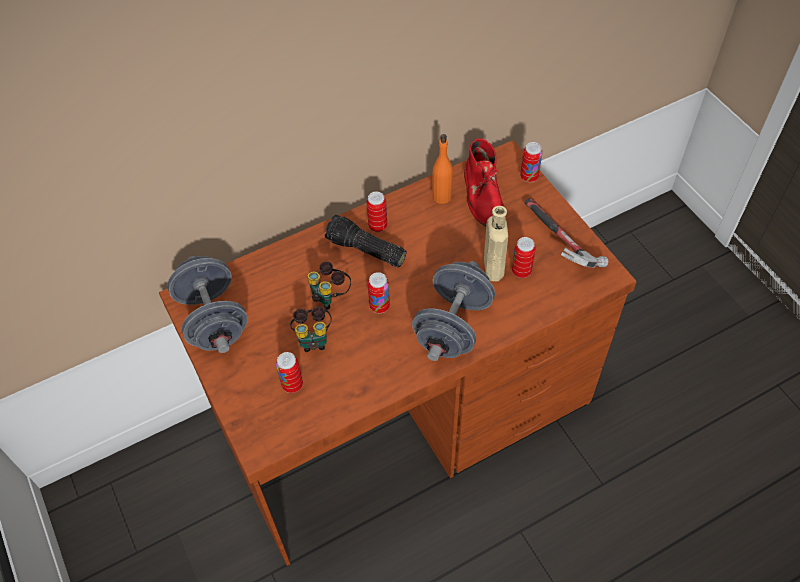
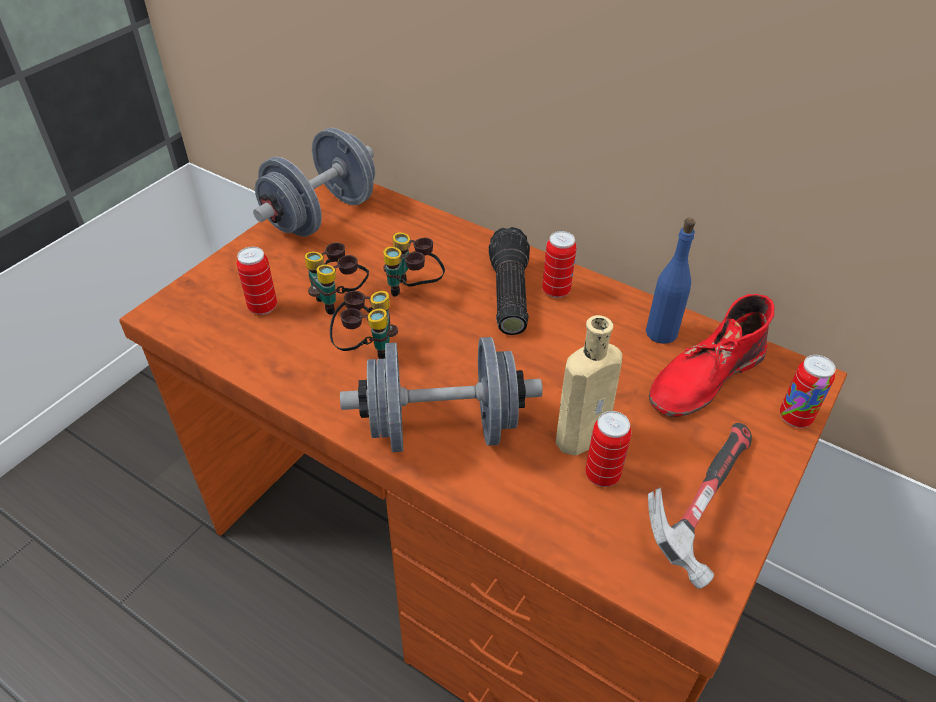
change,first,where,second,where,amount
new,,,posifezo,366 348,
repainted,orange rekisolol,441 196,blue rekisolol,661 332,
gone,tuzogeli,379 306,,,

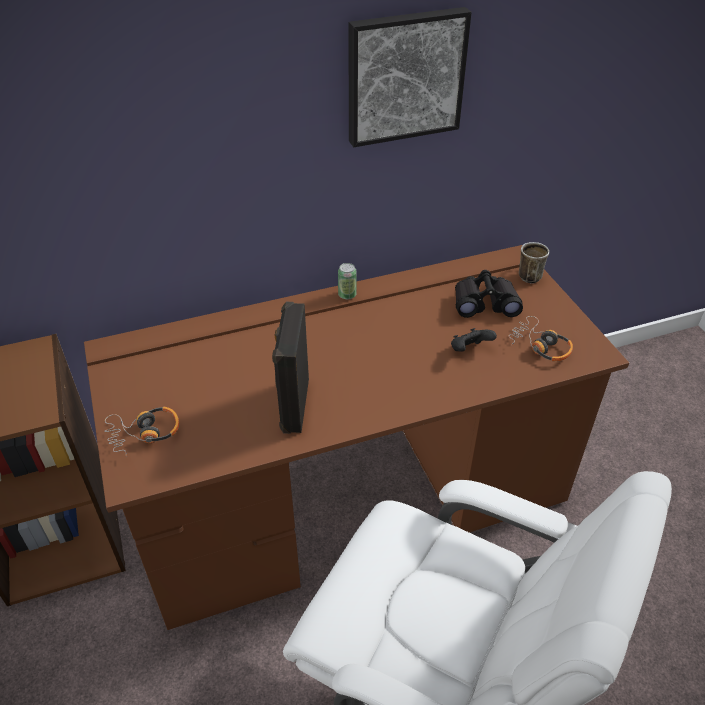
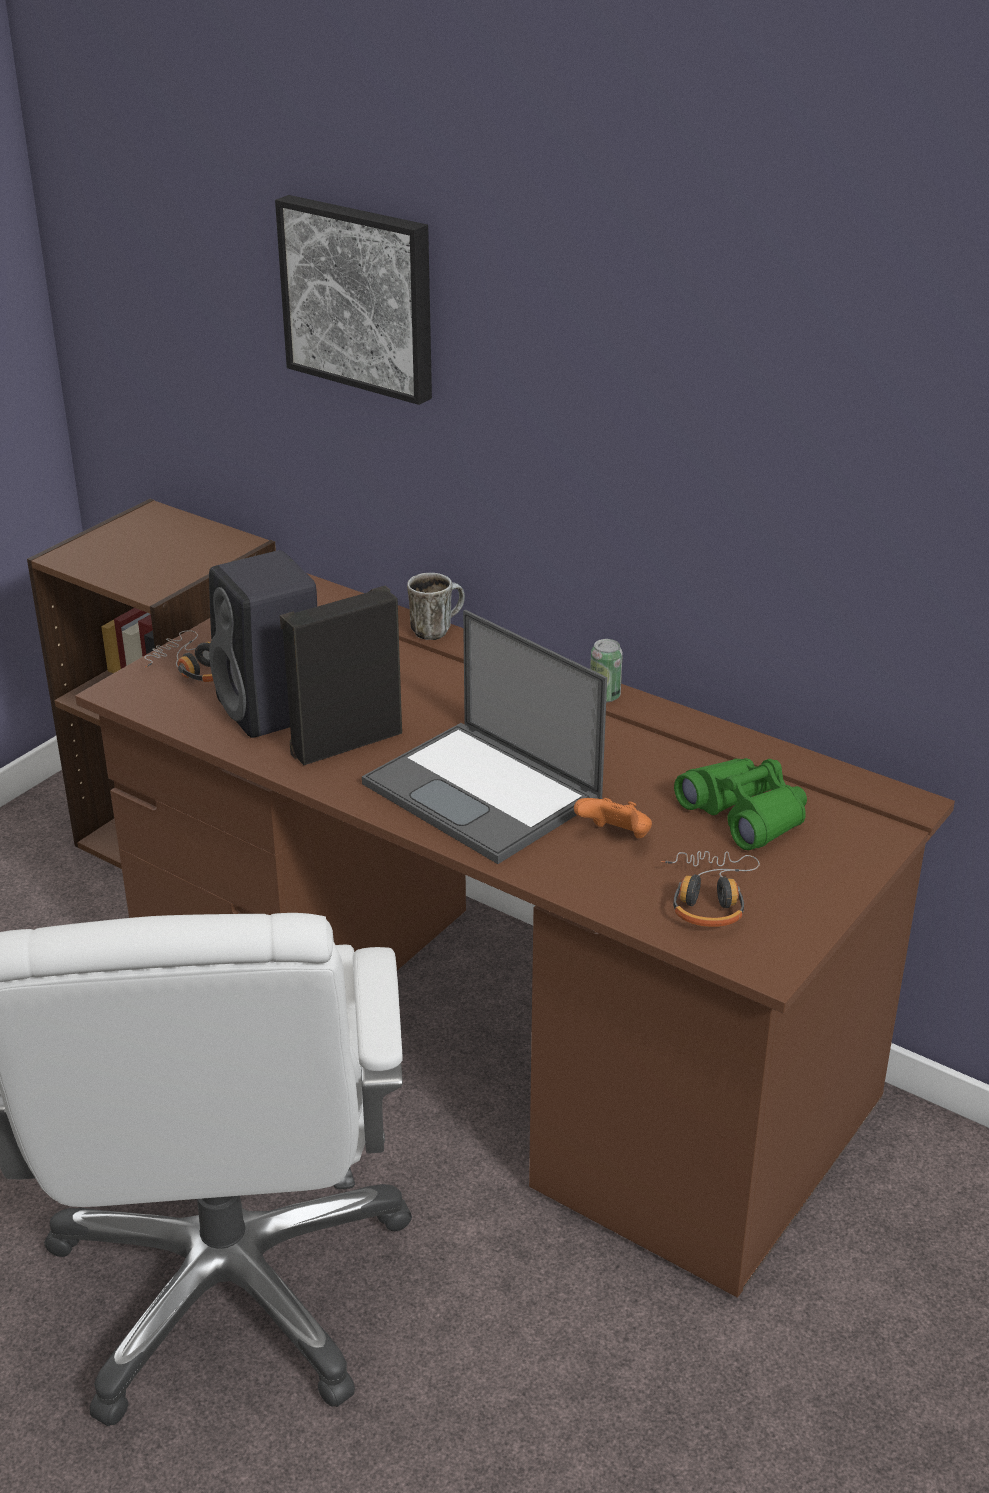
change,first,where,second,where,amount
new,,,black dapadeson,273 710,
shifted,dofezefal,404 76,,360 296,
new,,,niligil,485 792,
shifted,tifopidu,528 274,,436 630,
repainted,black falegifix,469 350,orange falegifix,615 837,
repainted,black posifezo,485 303,green posifezo,745 814,

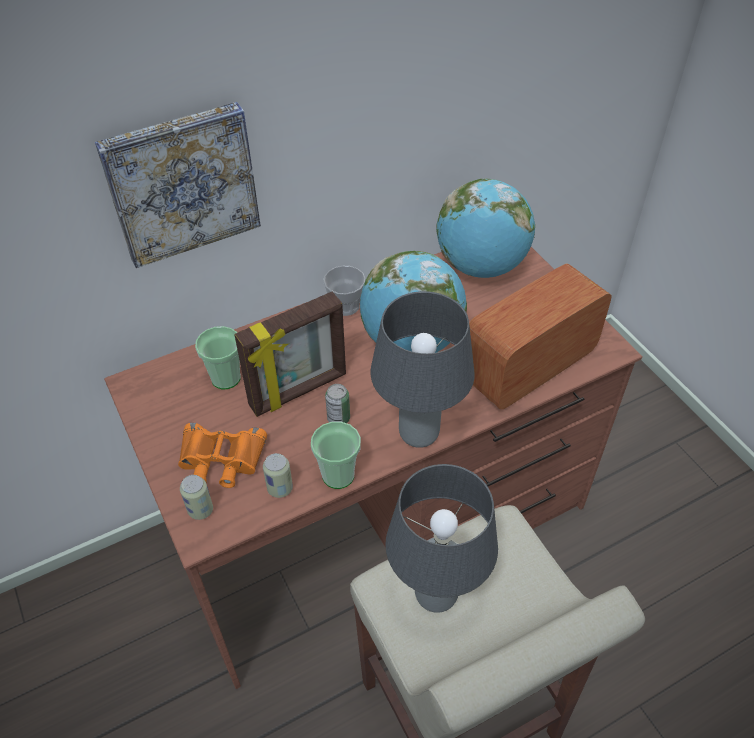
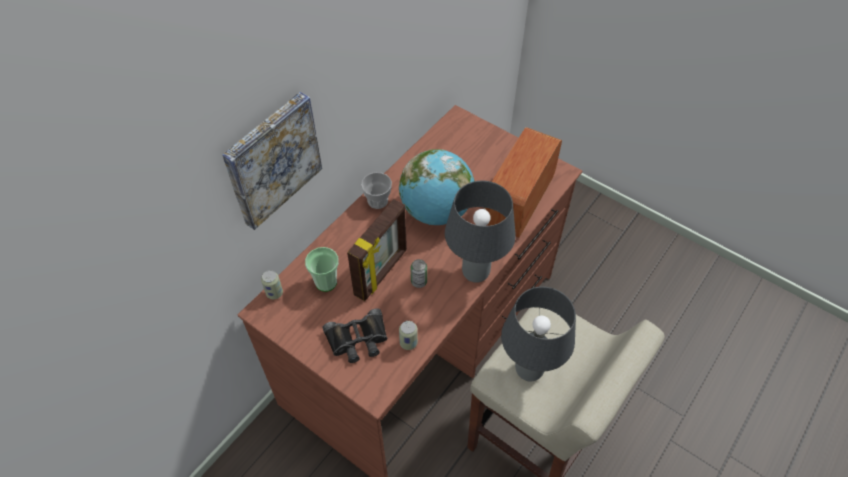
change,first,where,second,where,amount
shifted,tuzogeli,200 510,,274 293,
repainted,orange posifezo,221 460,black posifezo,358 339,
gone,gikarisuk,338 475,,,
gone,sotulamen,481 266,,,

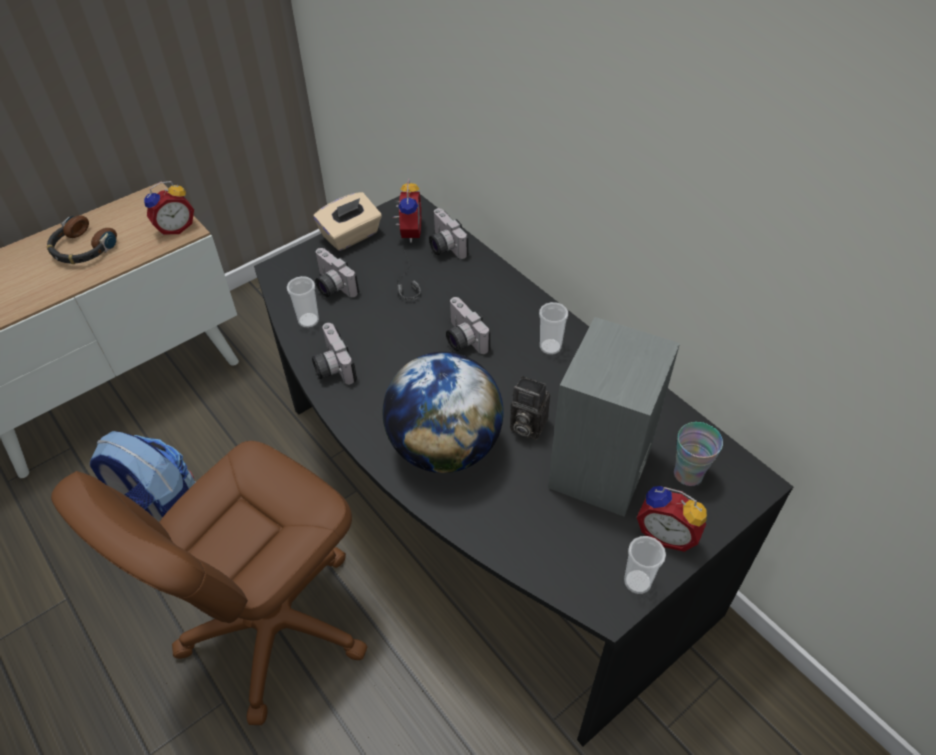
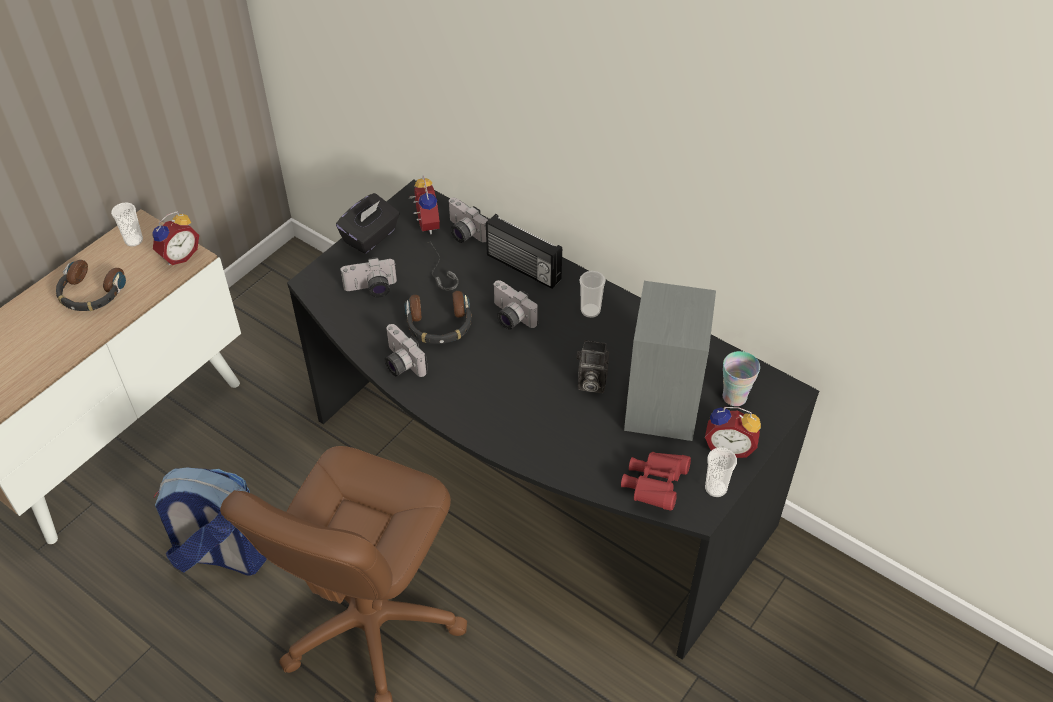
change,first,where,second,where,amount
shifted,gikarisuk,308 320,,134 240,
repainted,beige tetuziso,351 236,black tetuziso,370 237,
rotated,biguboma,331 286,,371 289,45 degrees counterclockwise
new,,,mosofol,439 325,
new,,,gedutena,522 268,
new,,,red posifezo,654 486,
gone,sotulamen,445 447,,,

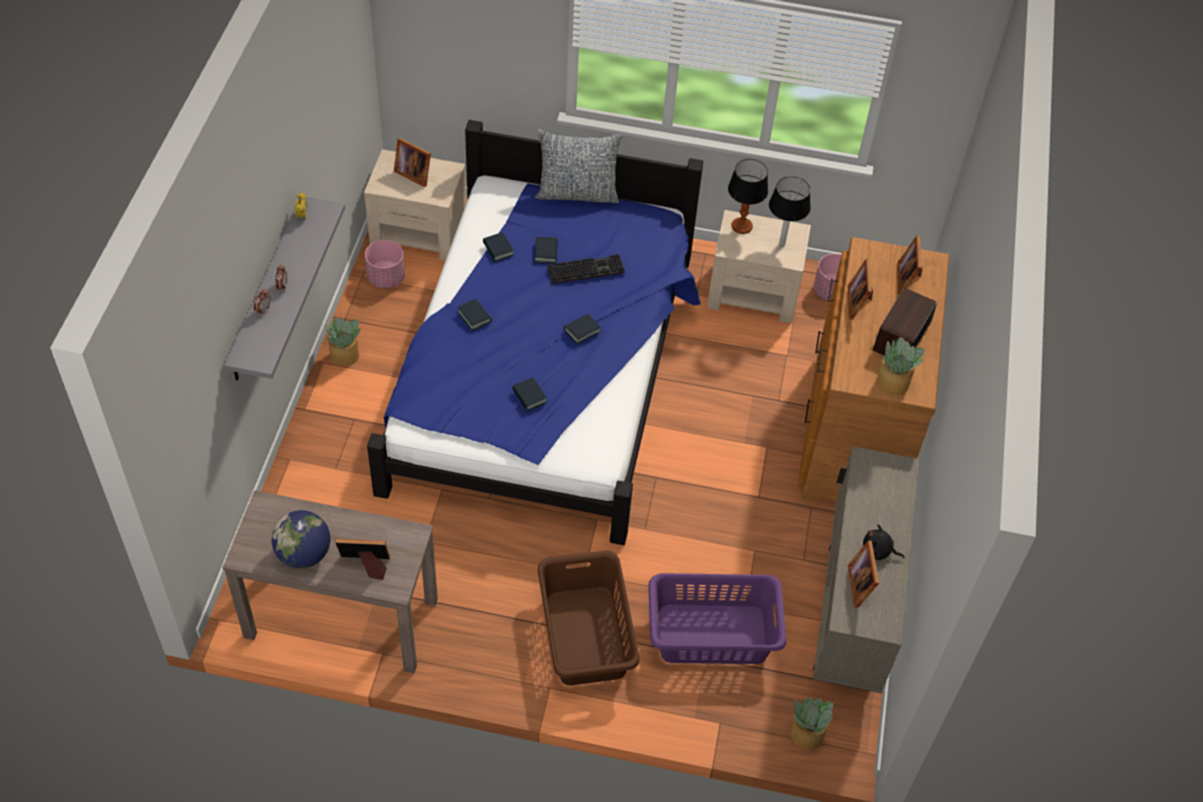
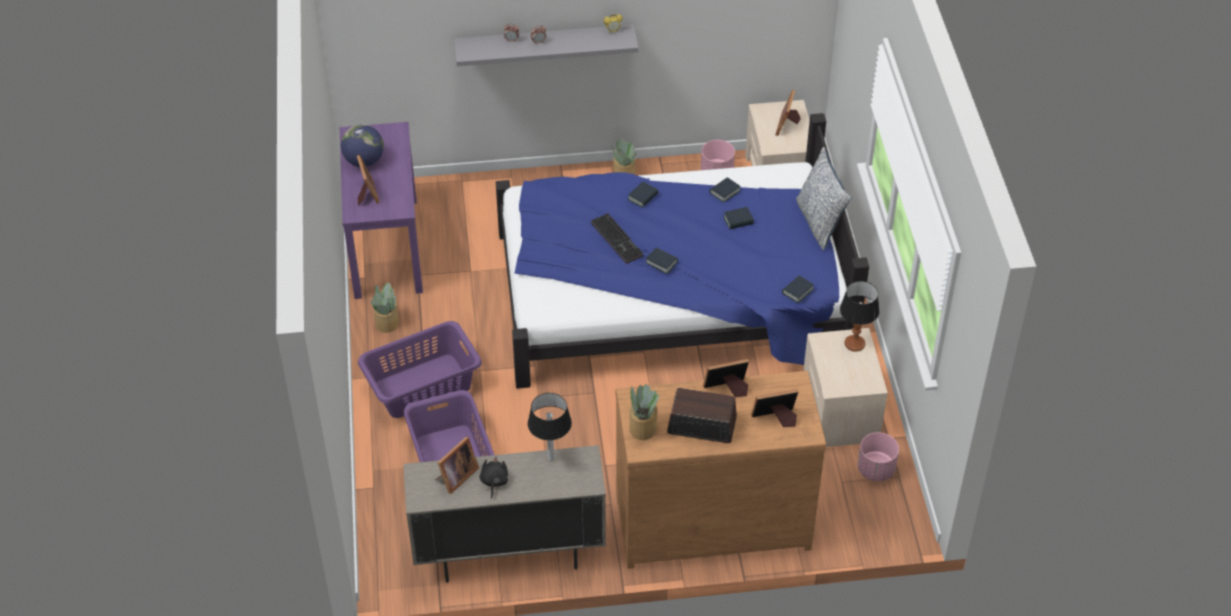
change,first,where,second,where,amount
repainted,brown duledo,340 618,purple duledo,385 246,
repainted,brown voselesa,585 636,purple voselesa,421 386,
shifted,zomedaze,806 734,,387 322,
rotated,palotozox,862 584,,455 477,150 degrees clockwise
shifted,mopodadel,781 244,,550 458,
shifted,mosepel,586 269,,618 239,
shifted,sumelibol,529 396,,797 291,

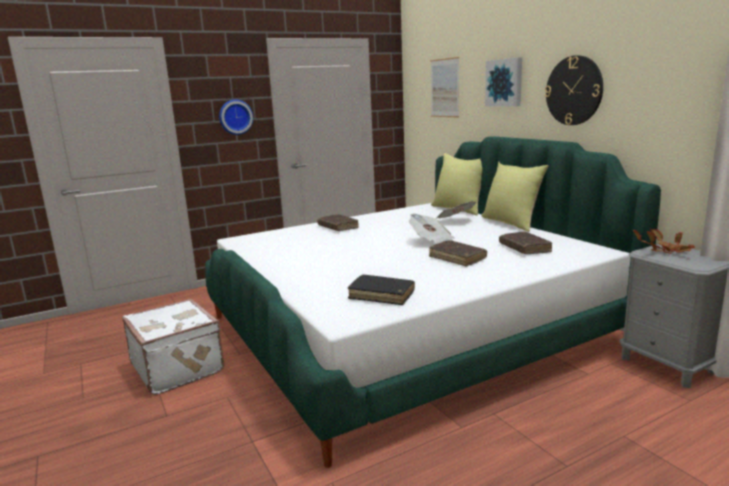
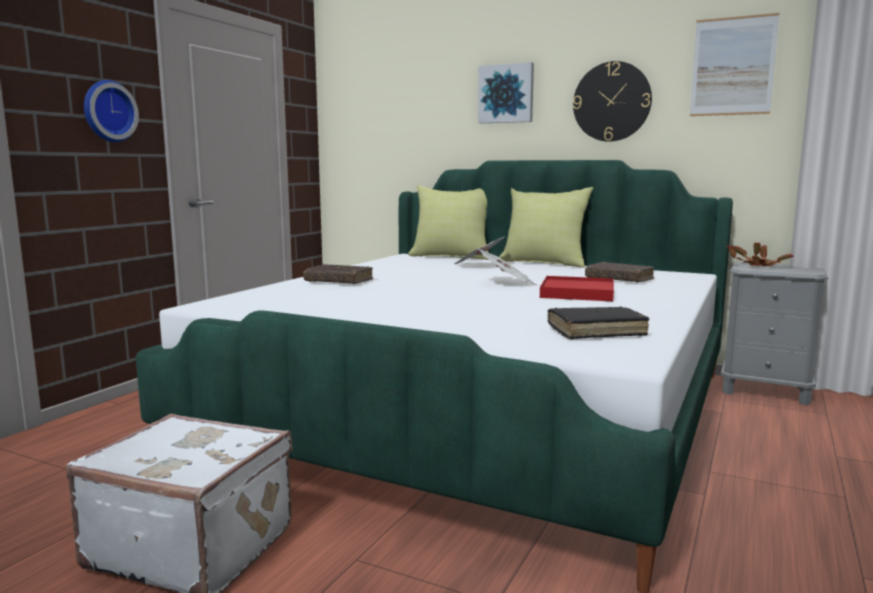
change,first,where,second,where,amount
swapped,brown sumelibol,457 258,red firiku,577 293,
shifted,dofezefal,444 88,,733 66,

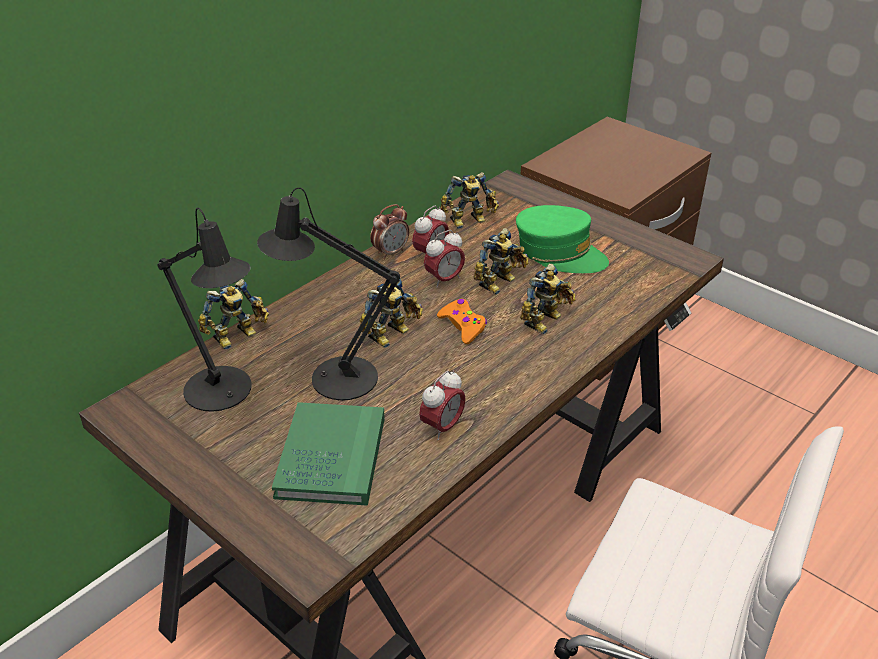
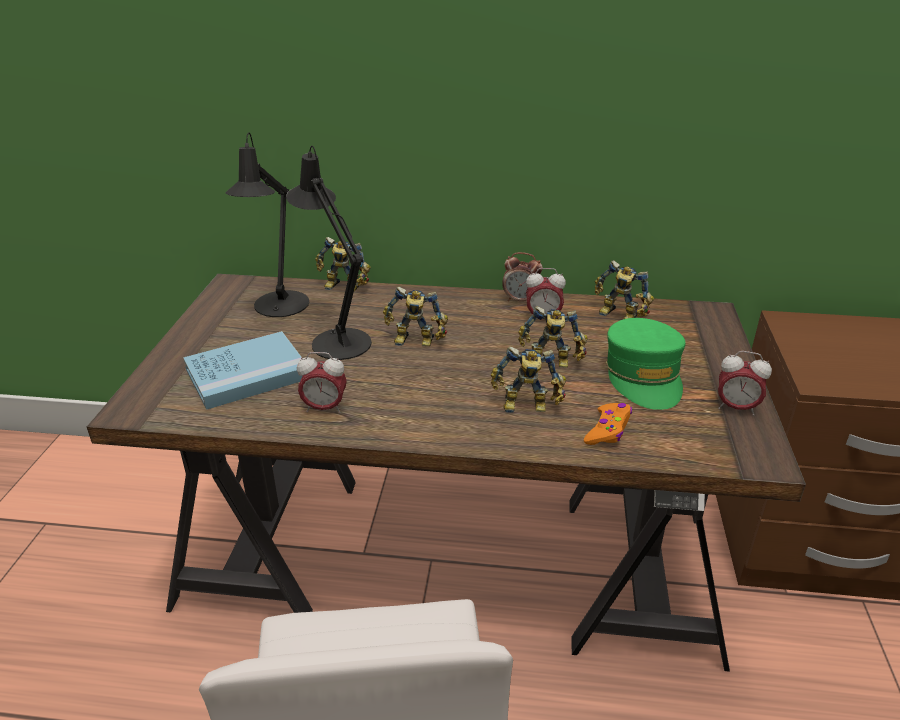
change,first,where,second,where,amount
repainted,green sumelibol,331 457,blue sumelibol,247 374,
shifted,orange falegifix,463 326,,608 430,
shifted,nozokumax,444 280,,736 408,

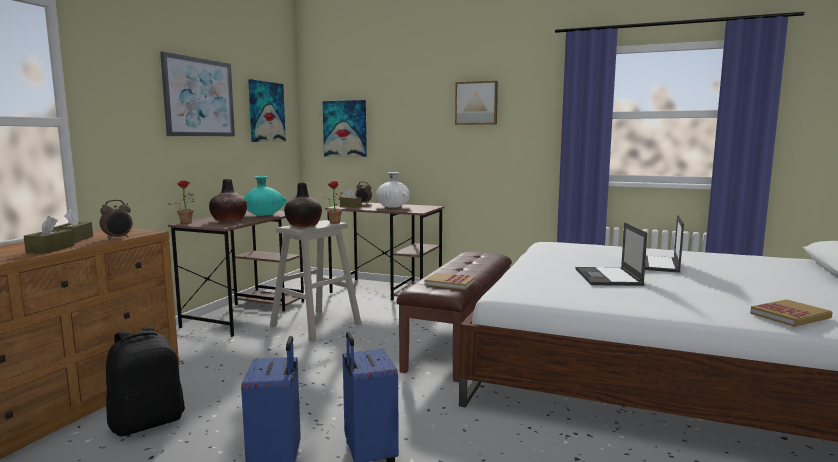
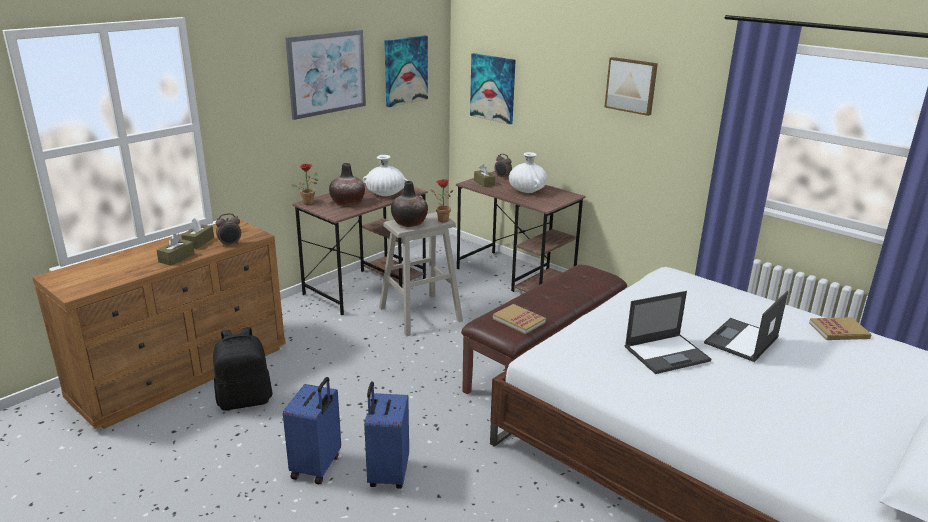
change,first,where,second,where,amount
repainted,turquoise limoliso,264 215,white limoliso,385 194,
rotated,niligil,608 277,,667 353,135 degrees counterclockwise
shifted,sumelibol,790 316,,838 331,

